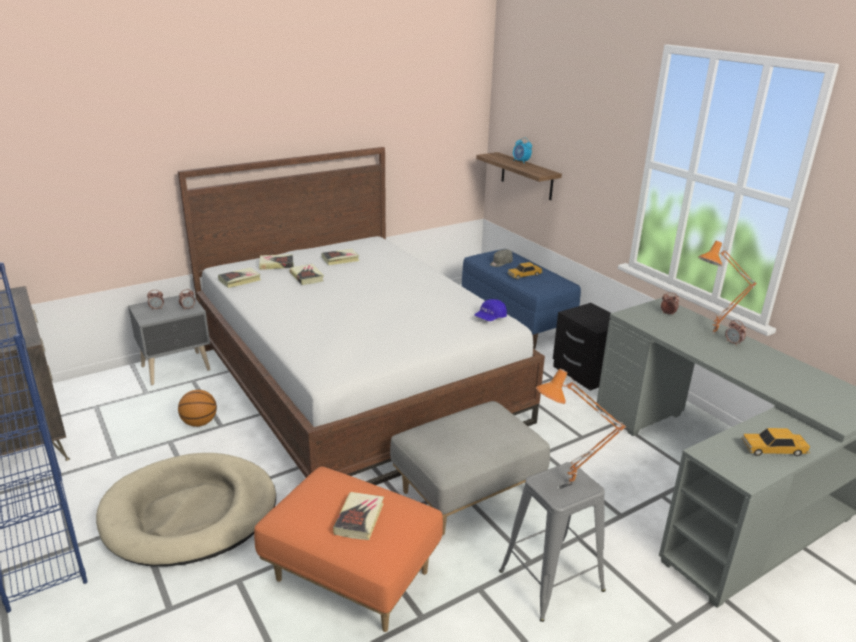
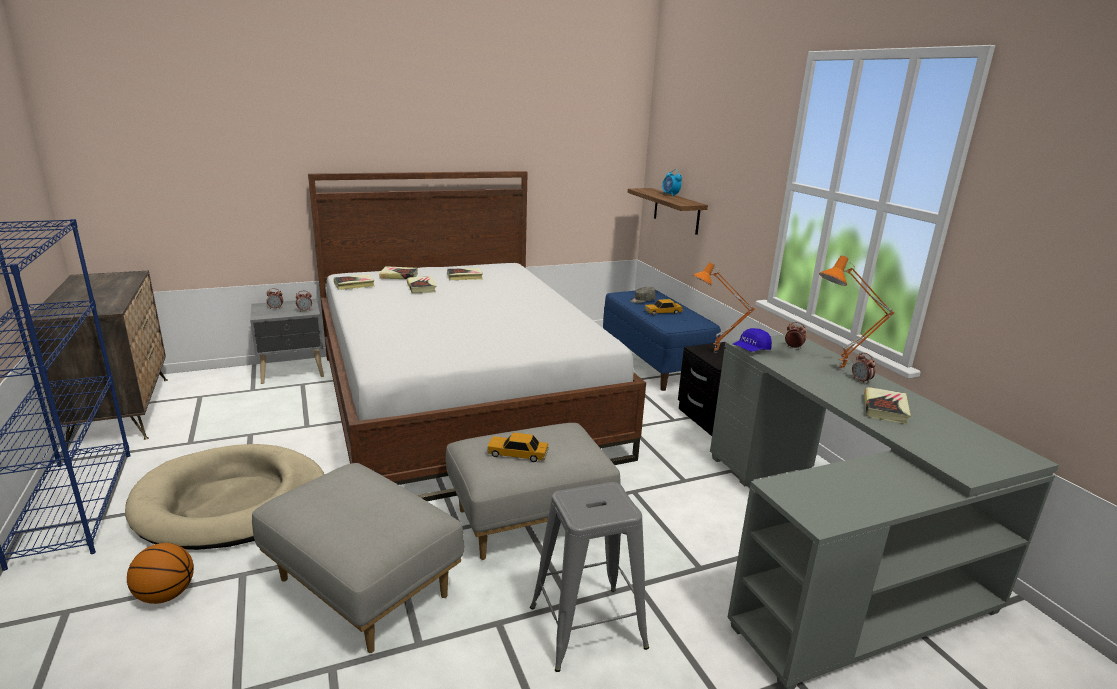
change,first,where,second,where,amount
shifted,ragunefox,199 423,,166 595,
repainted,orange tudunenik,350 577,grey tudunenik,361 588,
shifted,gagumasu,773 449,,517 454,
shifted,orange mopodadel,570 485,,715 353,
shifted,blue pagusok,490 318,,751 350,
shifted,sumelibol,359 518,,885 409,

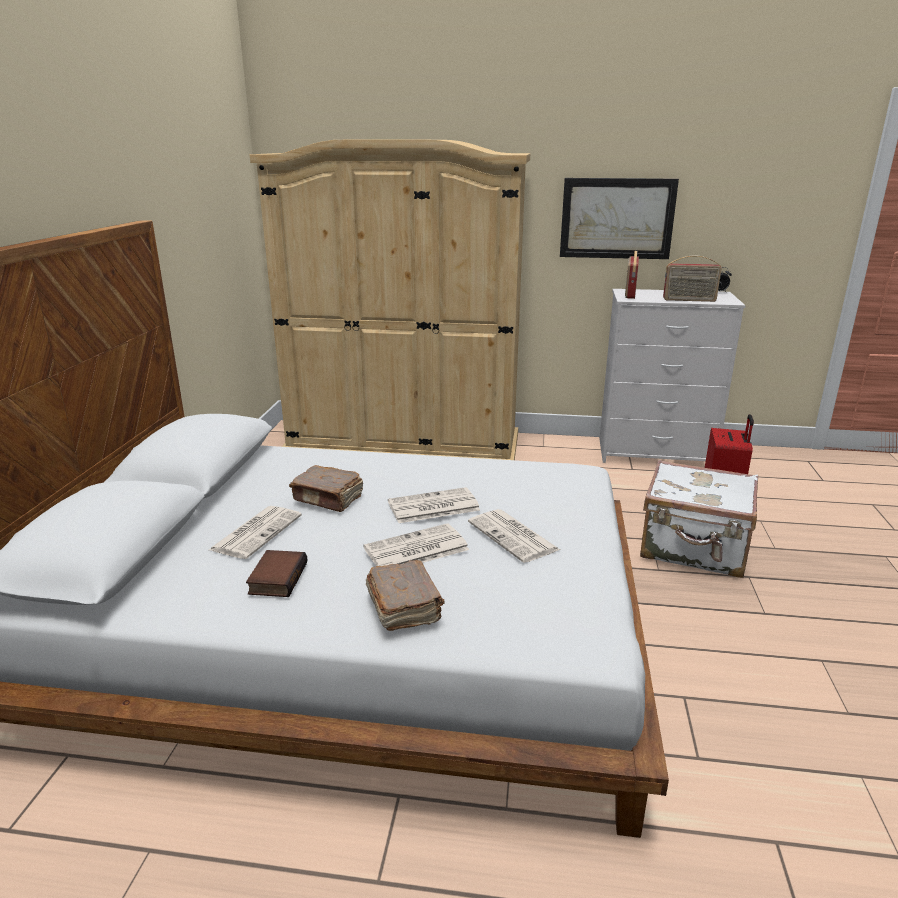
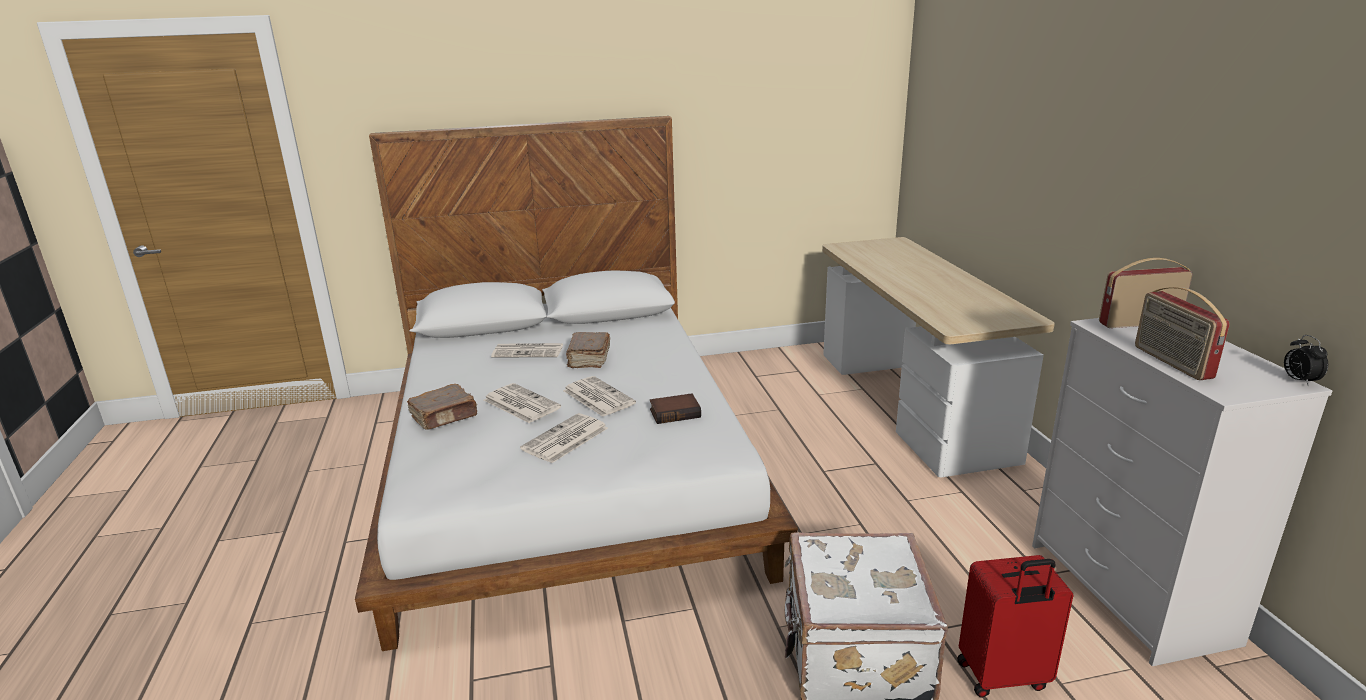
change,first,where,second,where,amount
shifted,sumelibol,276 578,,675 412,
swapped,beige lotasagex,403 444,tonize,910 404,
gone,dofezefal,617 218,,,

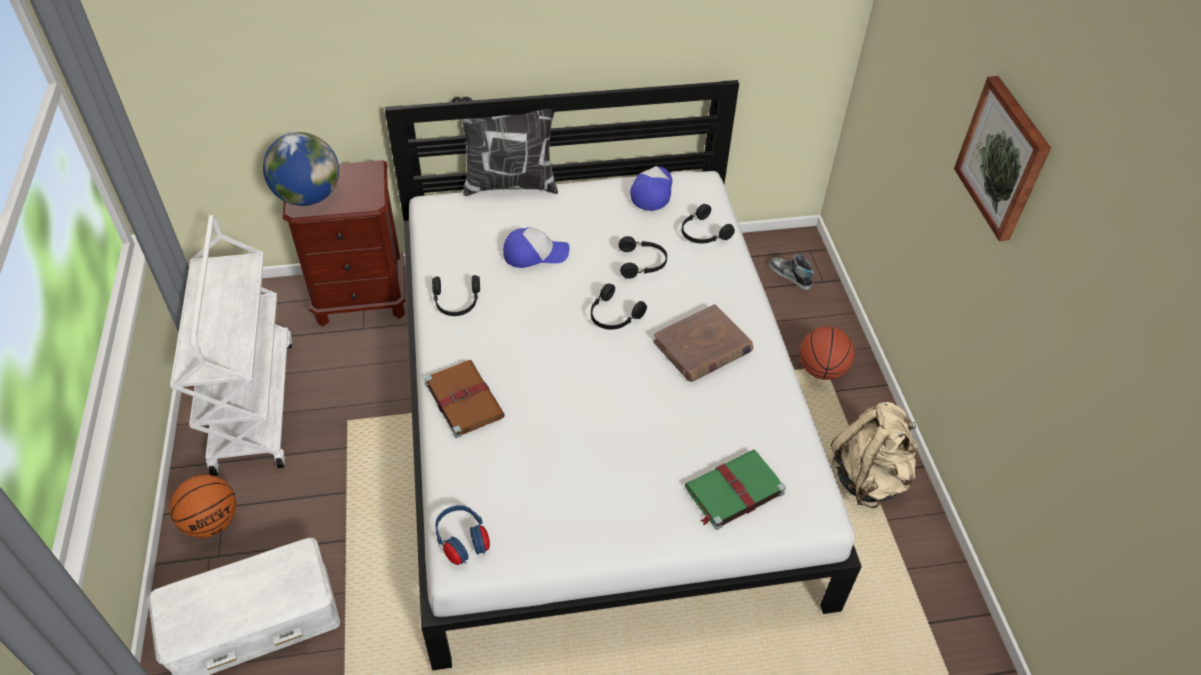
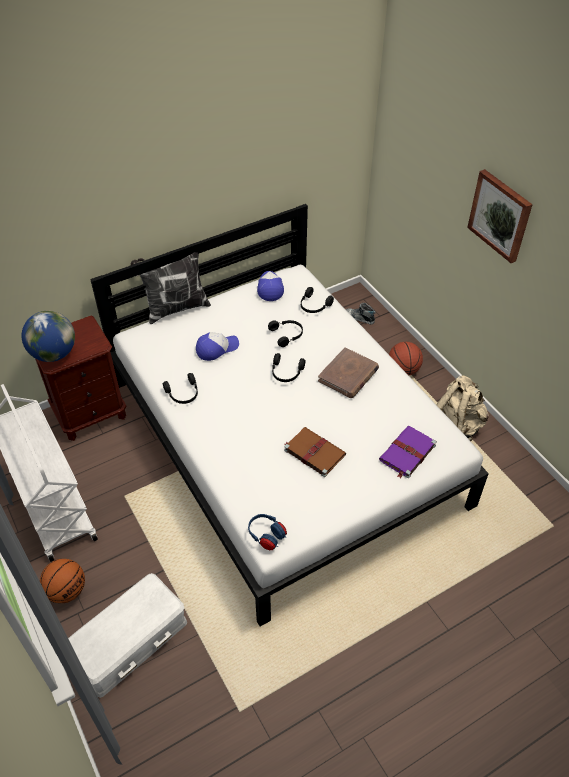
change,first,where,second,where,amount
shifted,brown sumelibol,463 399,,313 452,
repainted,green sumelibol,733 491,purple sumelibol,407 453,

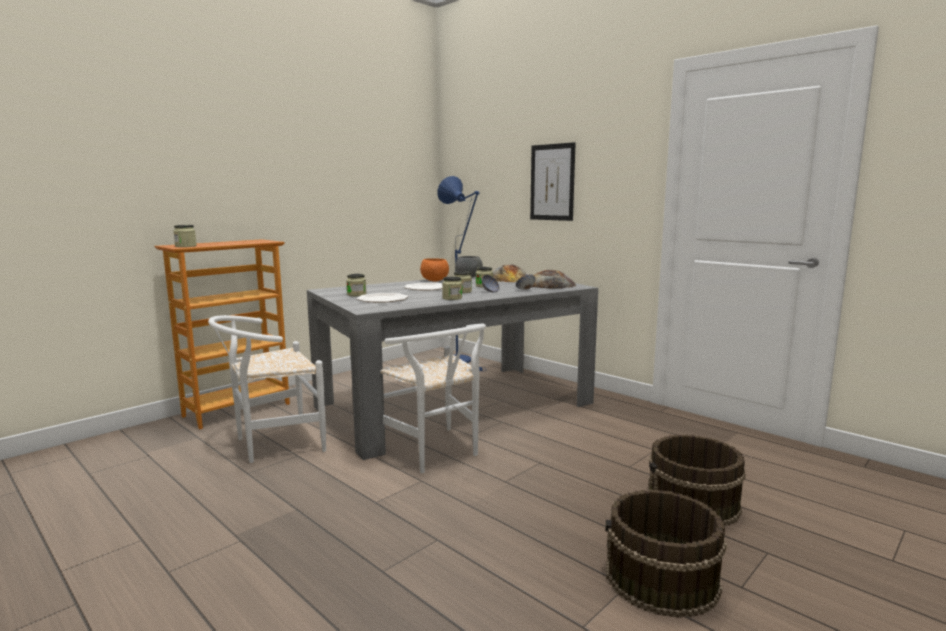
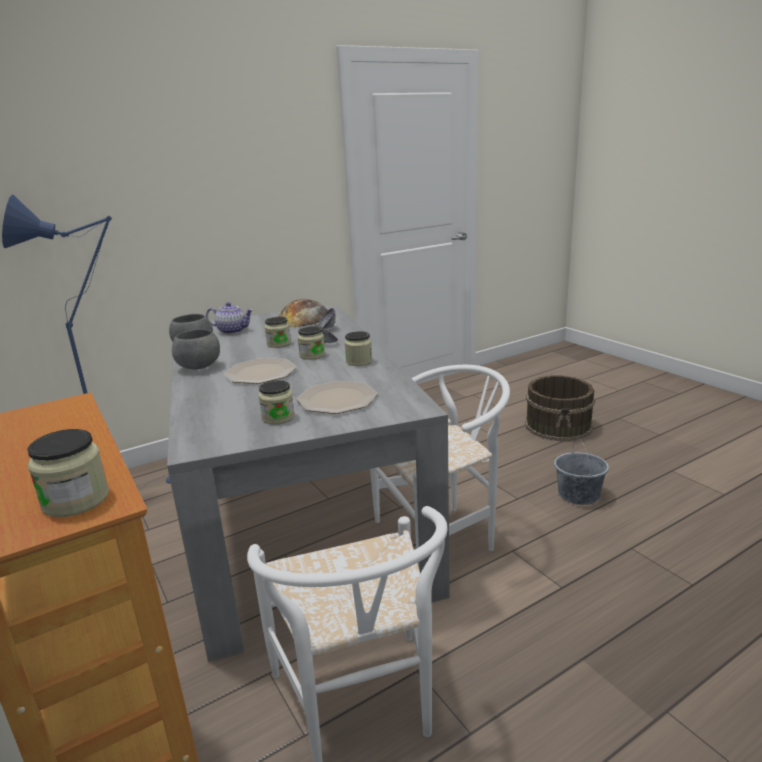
change,first,where,second,where,amount
repainted,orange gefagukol,434 281,grey gefagukol,199 367,
swapped,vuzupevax,508 278,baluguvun,232 331,
new,,,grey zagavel,578 495,
gone,dofezefal,552 182,,,
gone,brown zagavel,661 579,,,

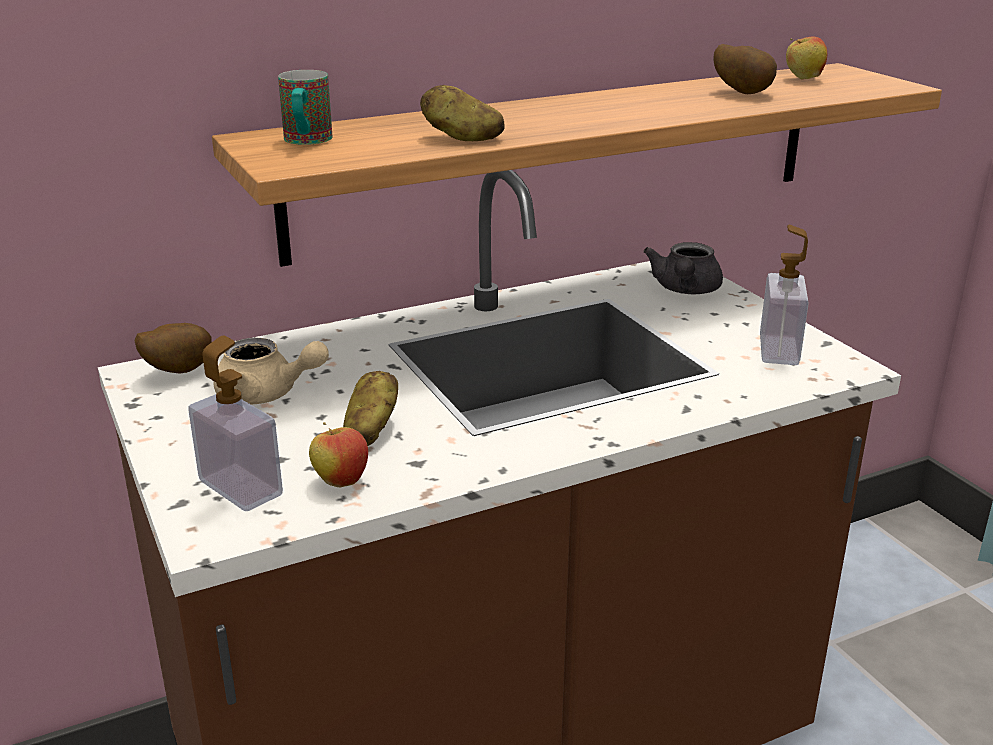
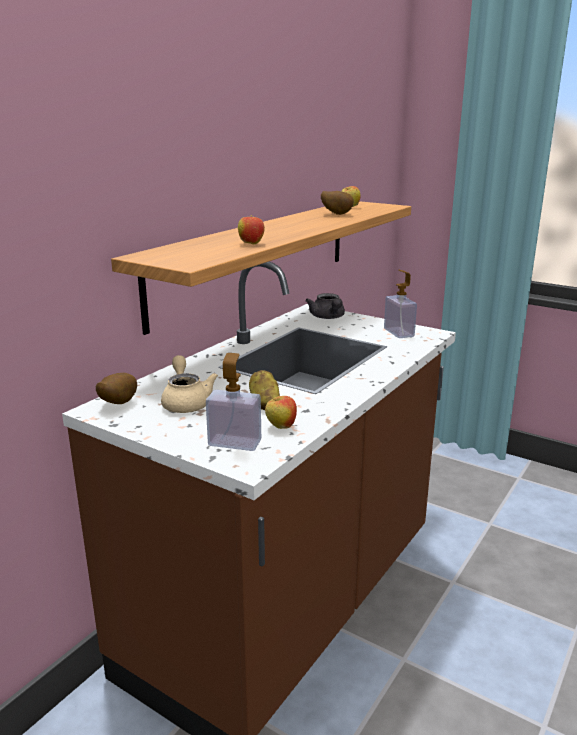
change,first,where,second,where,amount
rotated,beige baluguvun,267 394,,186 402,90 degrees counterclockwise
swapped,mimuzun,461 138,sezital,251 244,
gone,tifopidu,306 141,,,

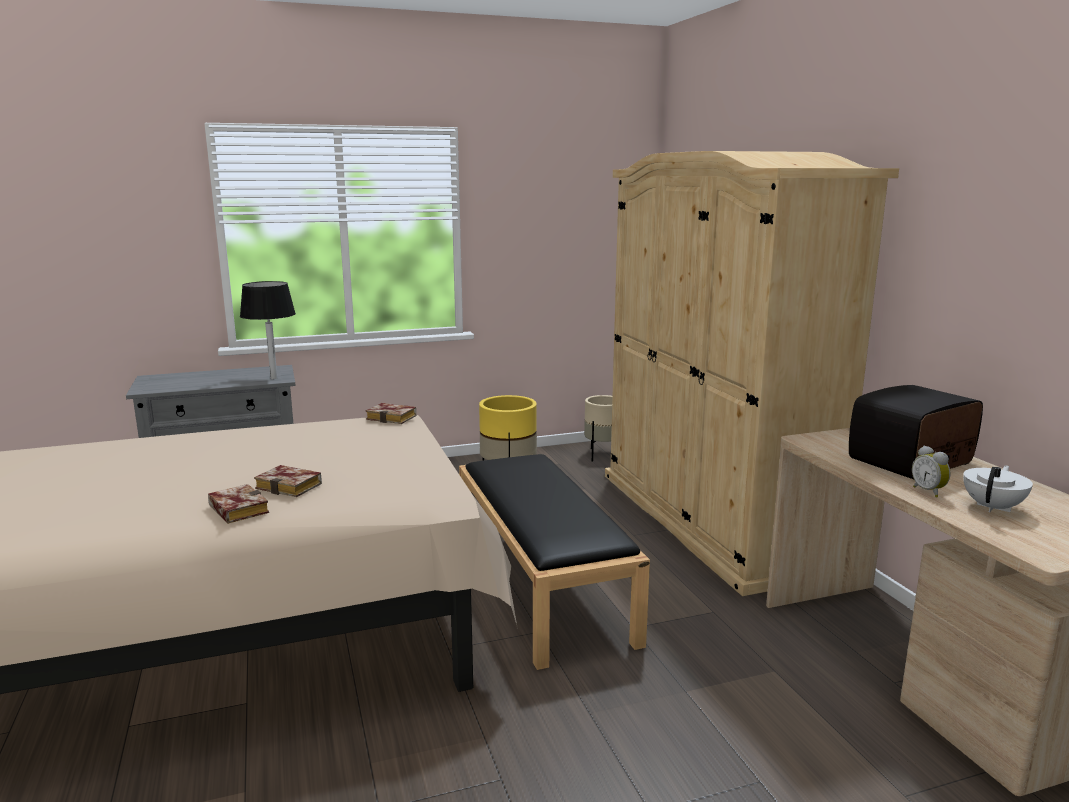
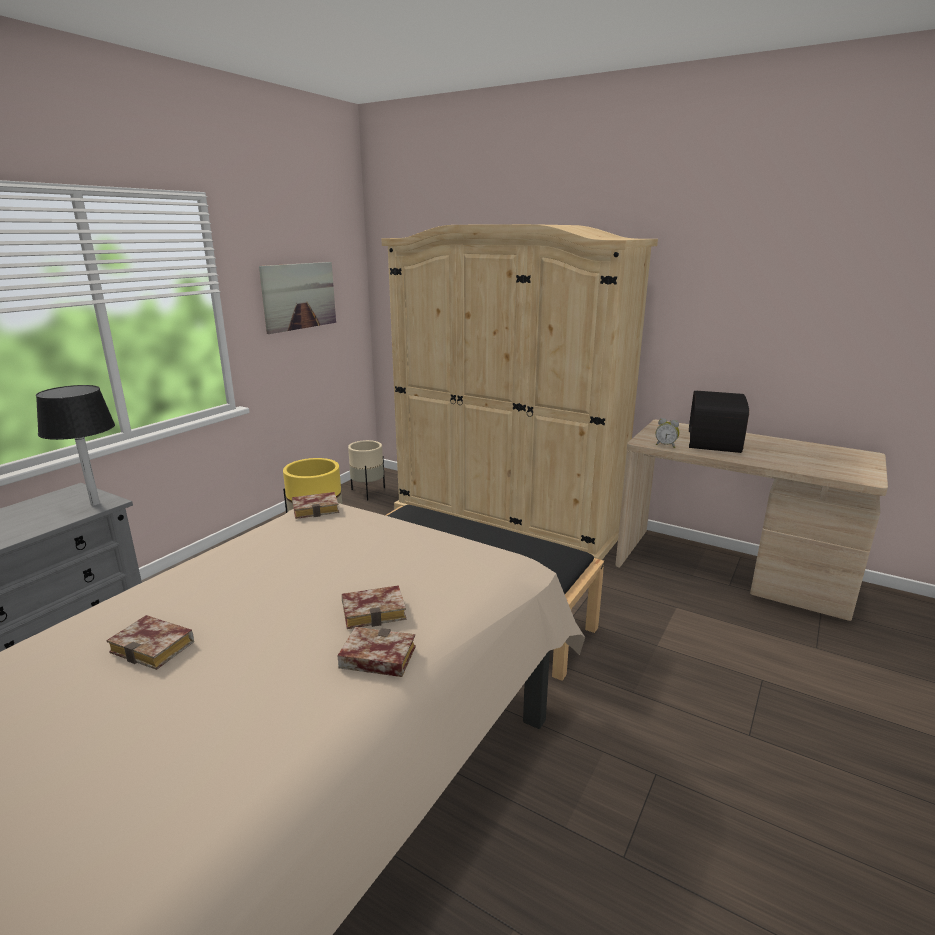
change,first,where,second,where,amount
new,,,sumelibol,156 647,
new,,,dofezefal,299 296,
shifted,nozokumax,929 491,,666 445,
gone,white baluguvun,993 507,,,

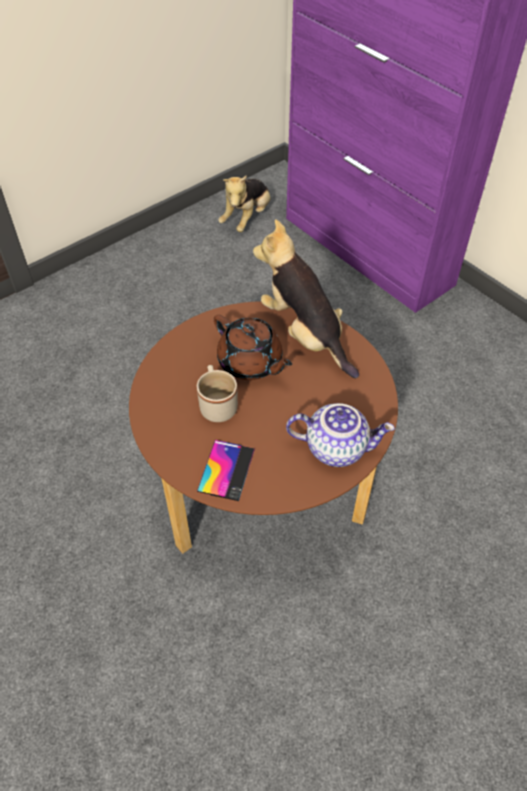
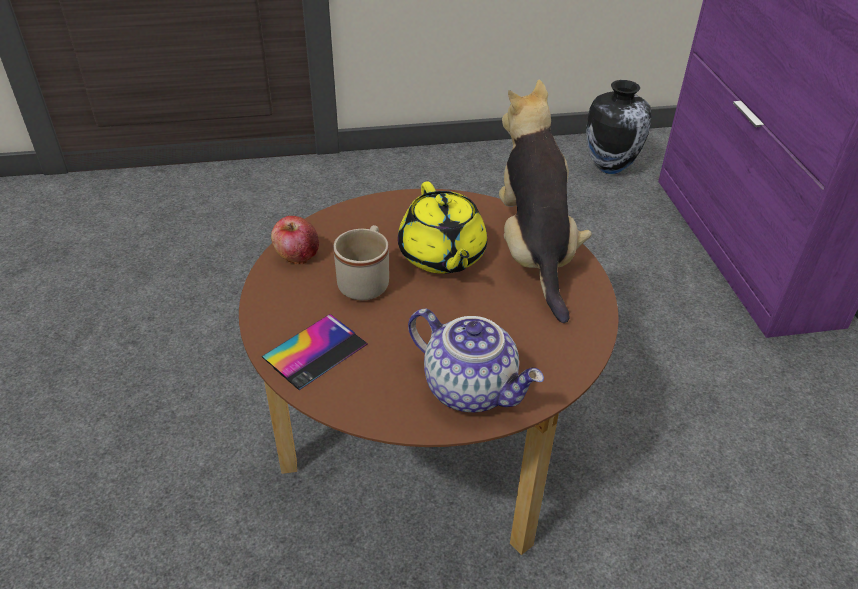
change,first,where,second,where,amount
new,,,sezital,297 255,
repainted,brown baluguvun,251 363,yellow baluguvun,442 256,
swapped,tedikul,247 218,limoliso,610 167,

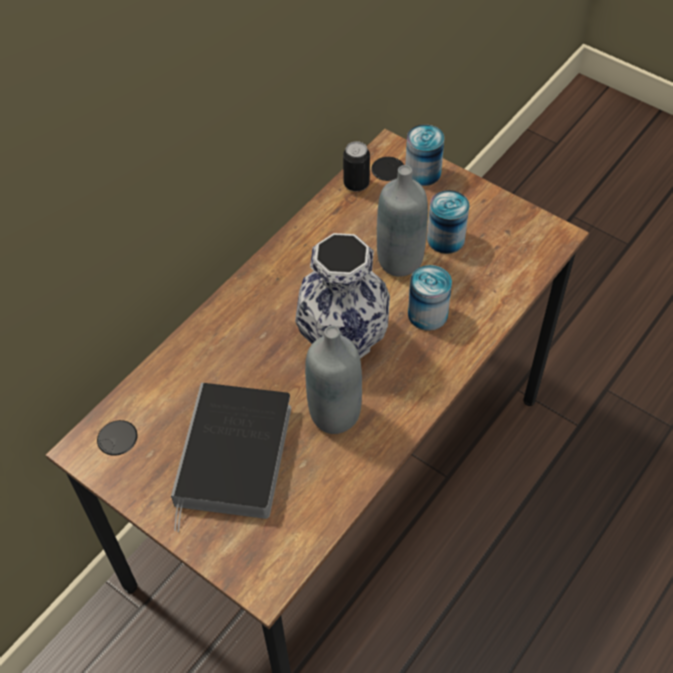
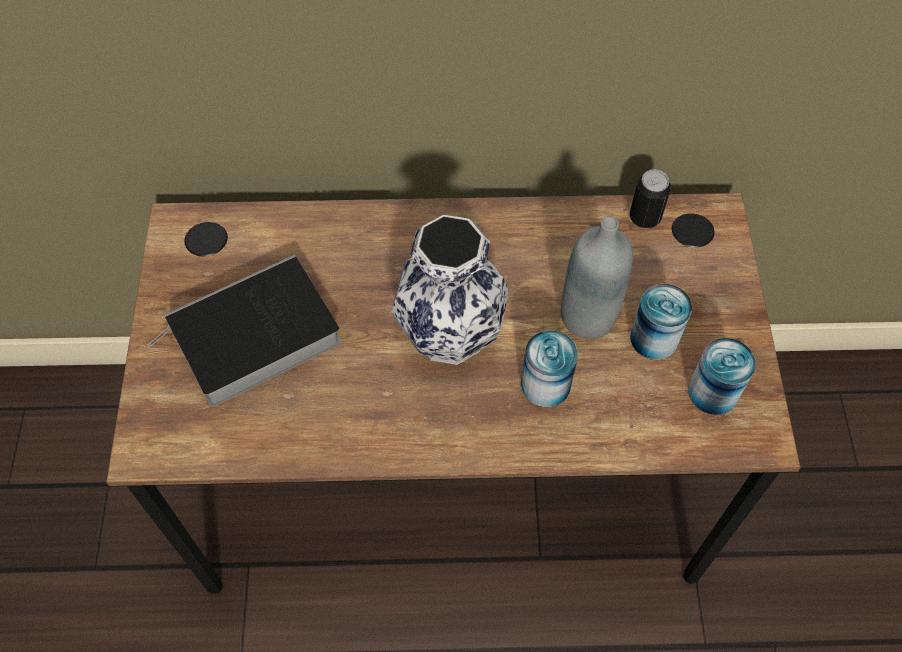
change,first,where,second,where,amount
shifted,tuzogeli,423 172,,713 392,
gone,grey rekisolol,334 414,,,

